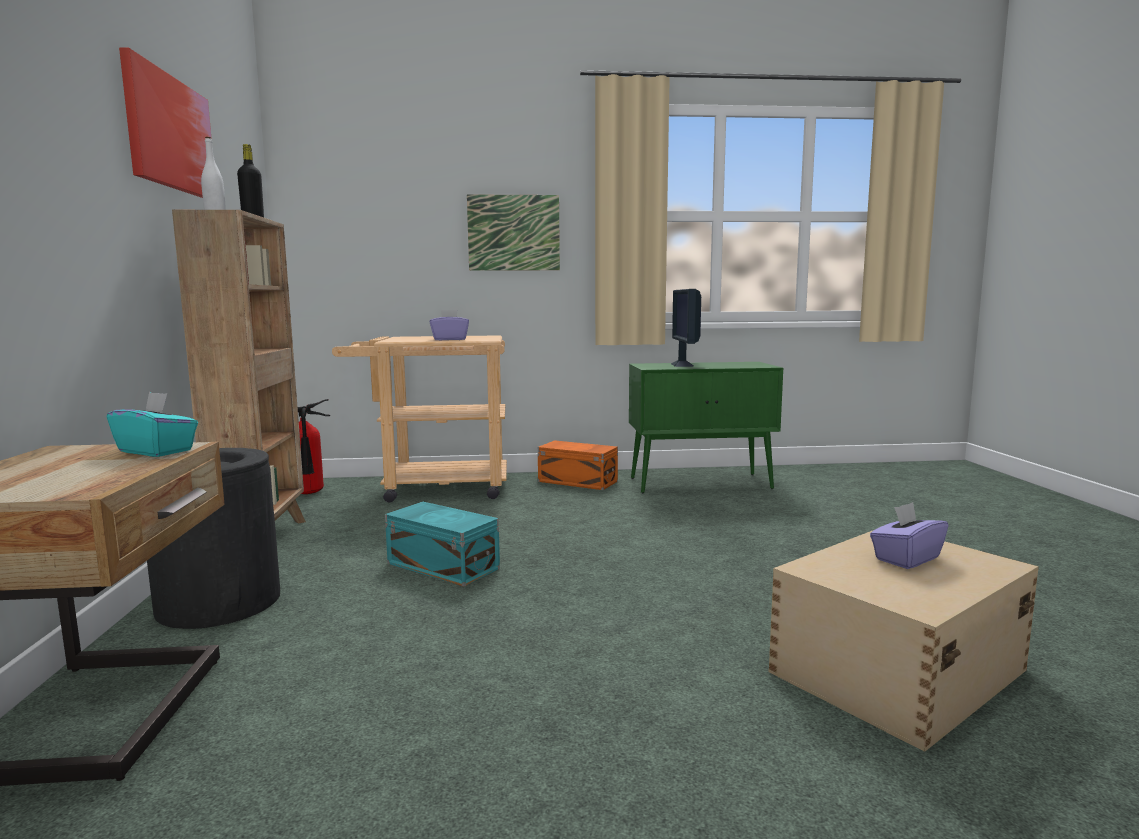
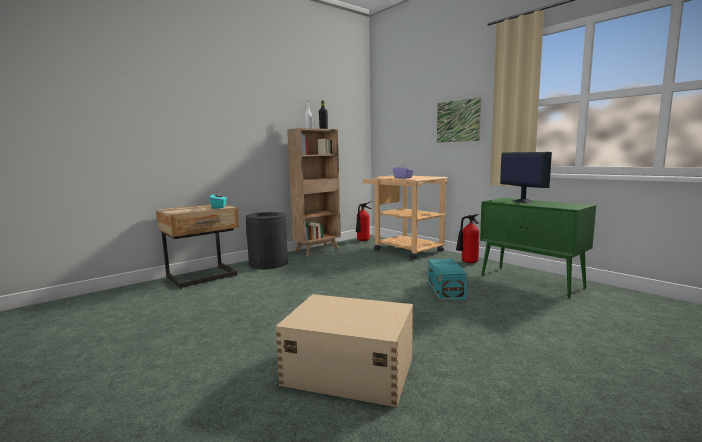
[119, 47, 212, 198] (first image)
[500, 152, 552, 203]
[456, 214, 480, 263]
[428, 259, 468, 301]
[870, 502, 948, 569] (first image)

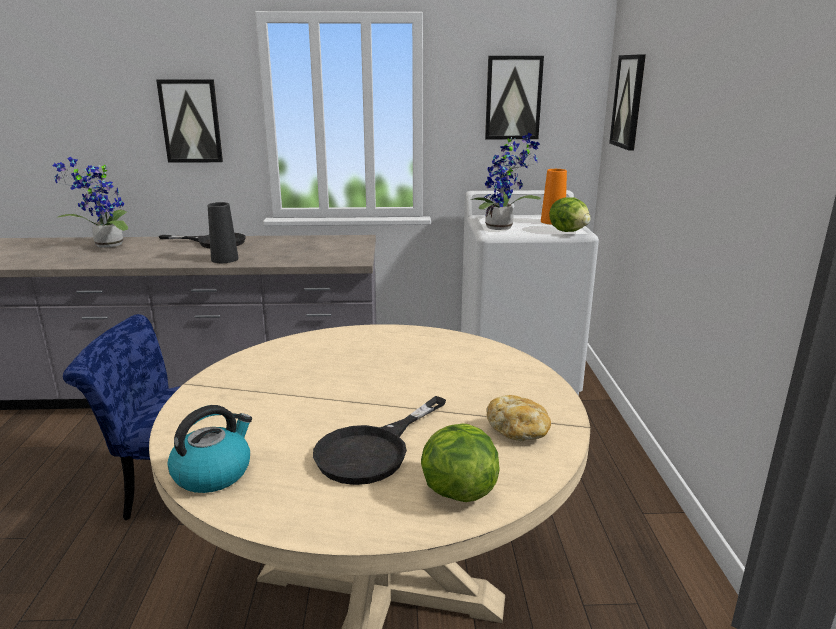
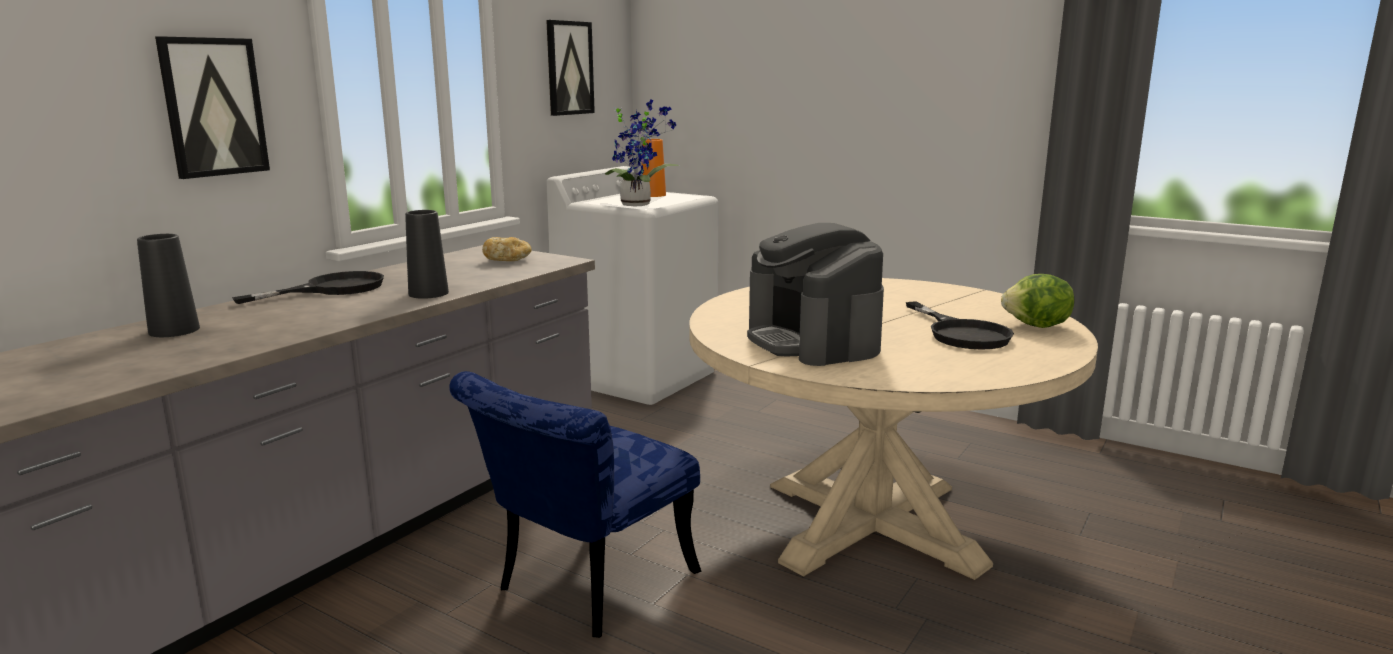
[609, 54, 646, 150] (first image)
[137, 234, 200, 337]
[549, 197, 591, 232] (first image)
[482, 237, 532, 261]
[168, 405, 252, 493] (first image)
[747, 223, 884, 366]

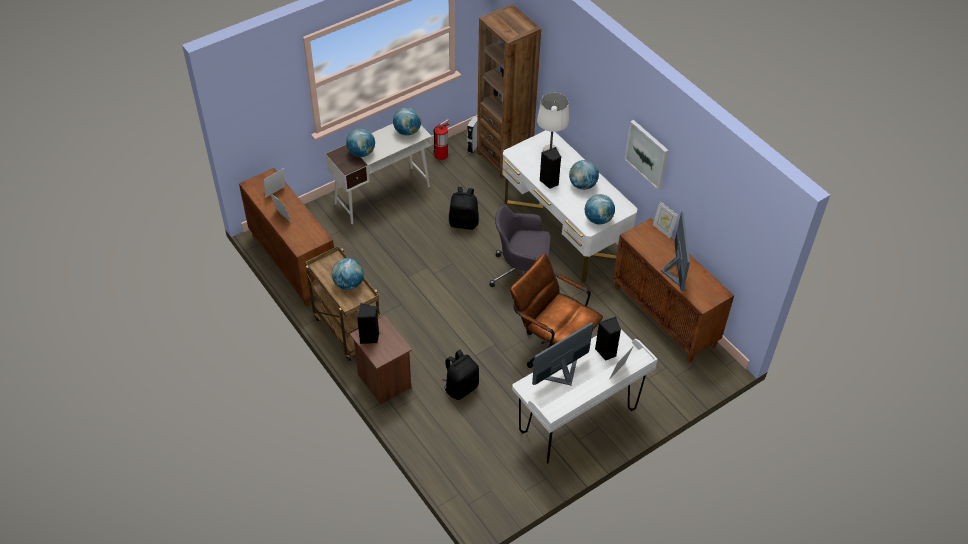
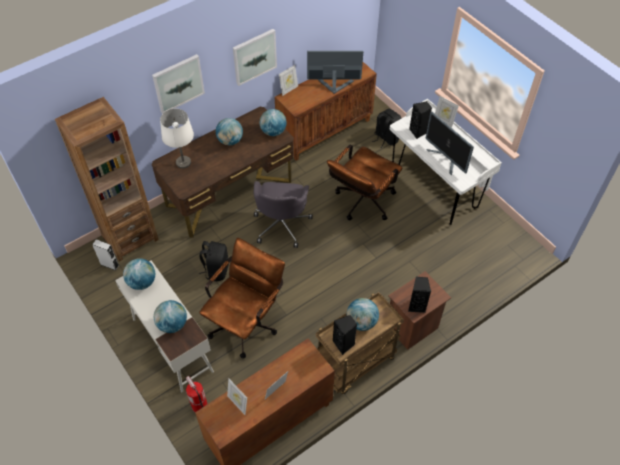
[186, 376, 207, 412]
[152, 107, 294, 238]
[333, 315, 357, 355]
[372, 109, 401, 148]
[152, 54, 205, 114]
[199, 238, 285, 359]

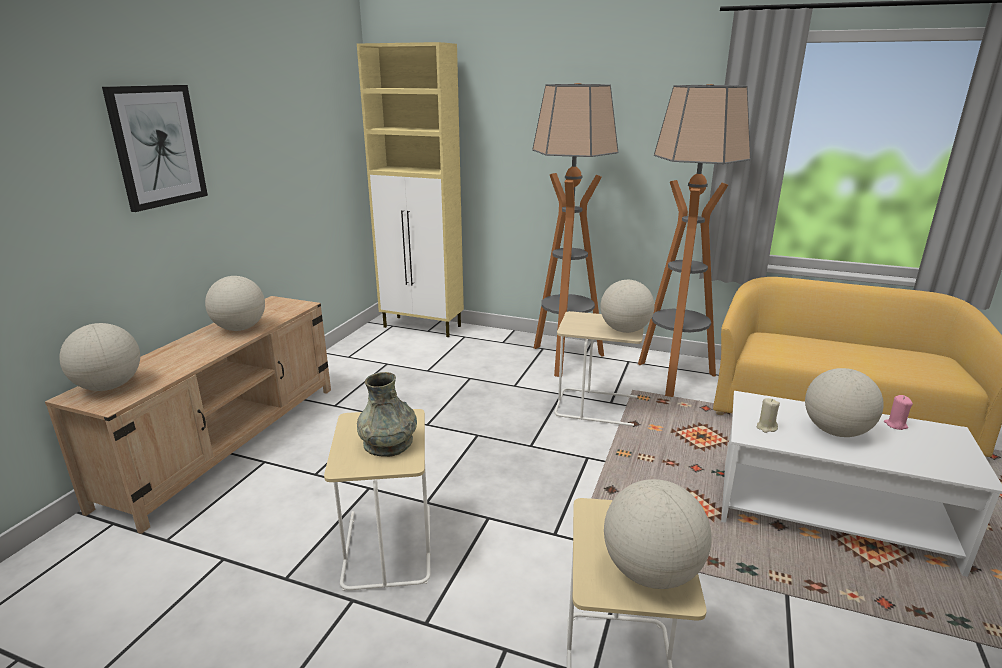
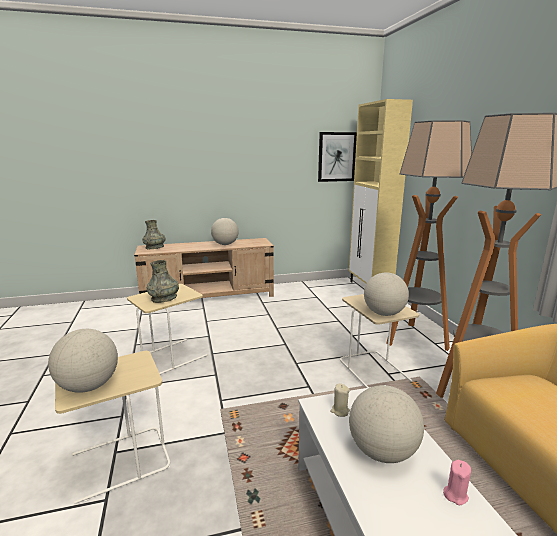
[318, 132, 357, 182]
[142, 220, 165, 249]

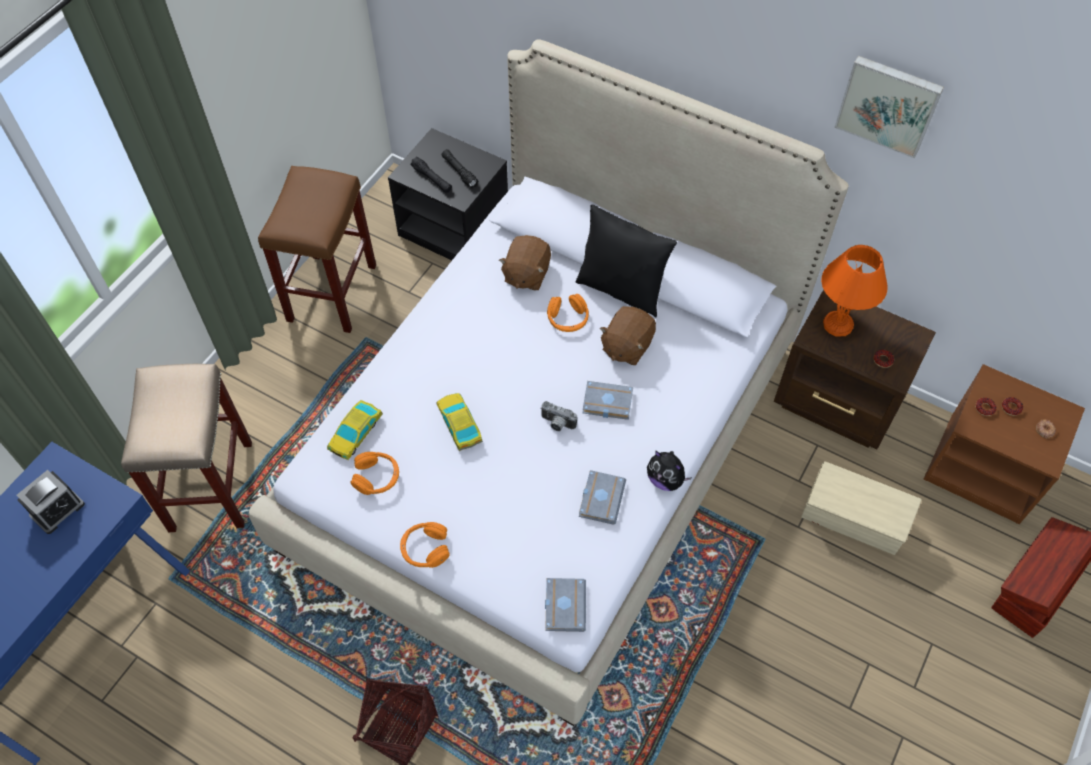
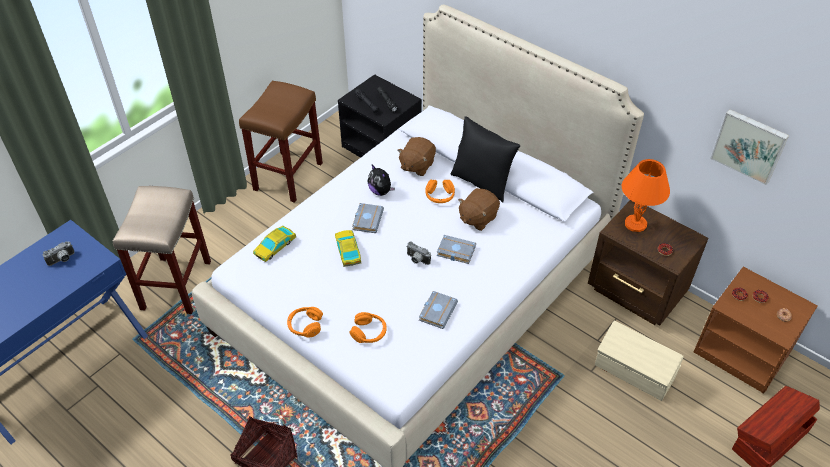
[710, 109, 789, 185]
[368, 165, 395, 196]
[350, 312, 387, 343]
[43, 241, 75, 266]
[352, 203, 384, 233]

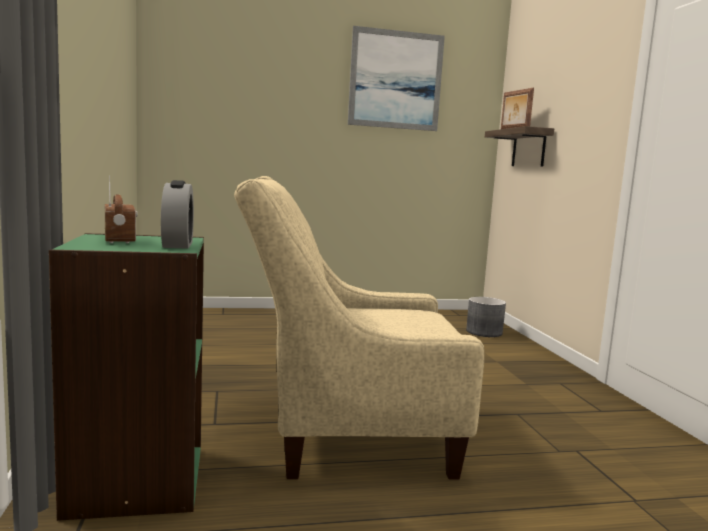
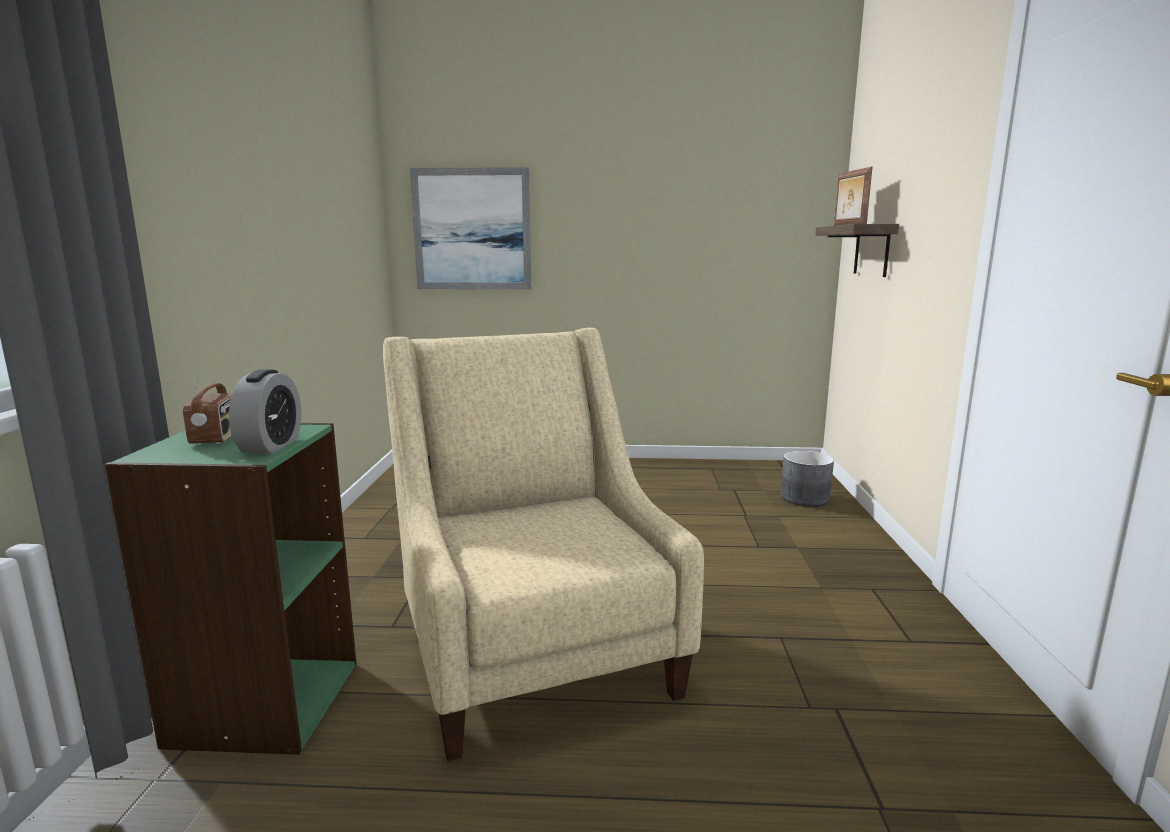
[410, 167, 531, 290]
[383, 328, 704, 761]

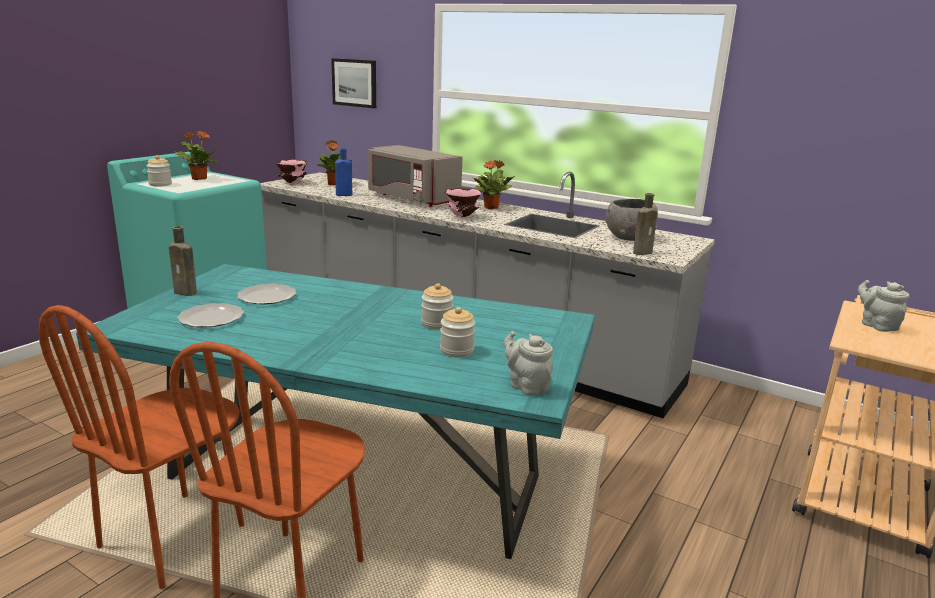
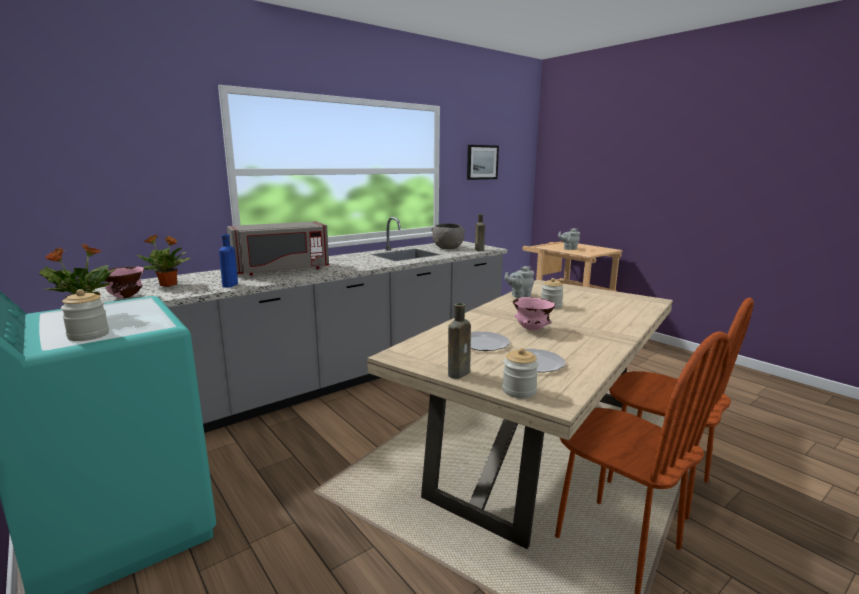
[467, 145, 499, 180]
[473, 160, 515, 209] (first image)
[513, 297, 556, 331]
[367, 280, 673, 549]
[502, 348, 539, 398]
[505, 266, 534, 298]

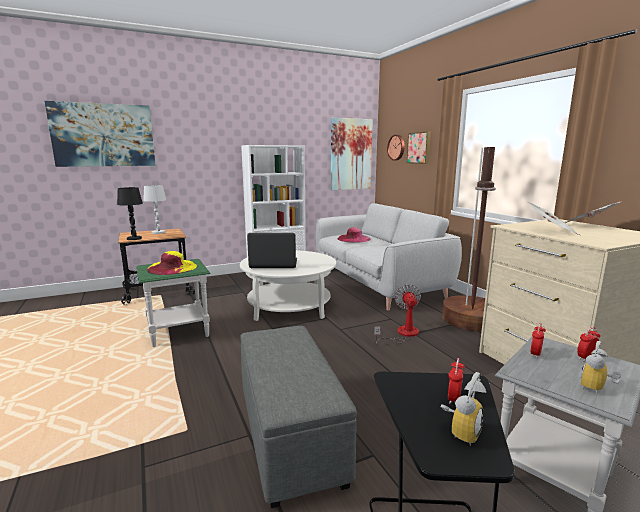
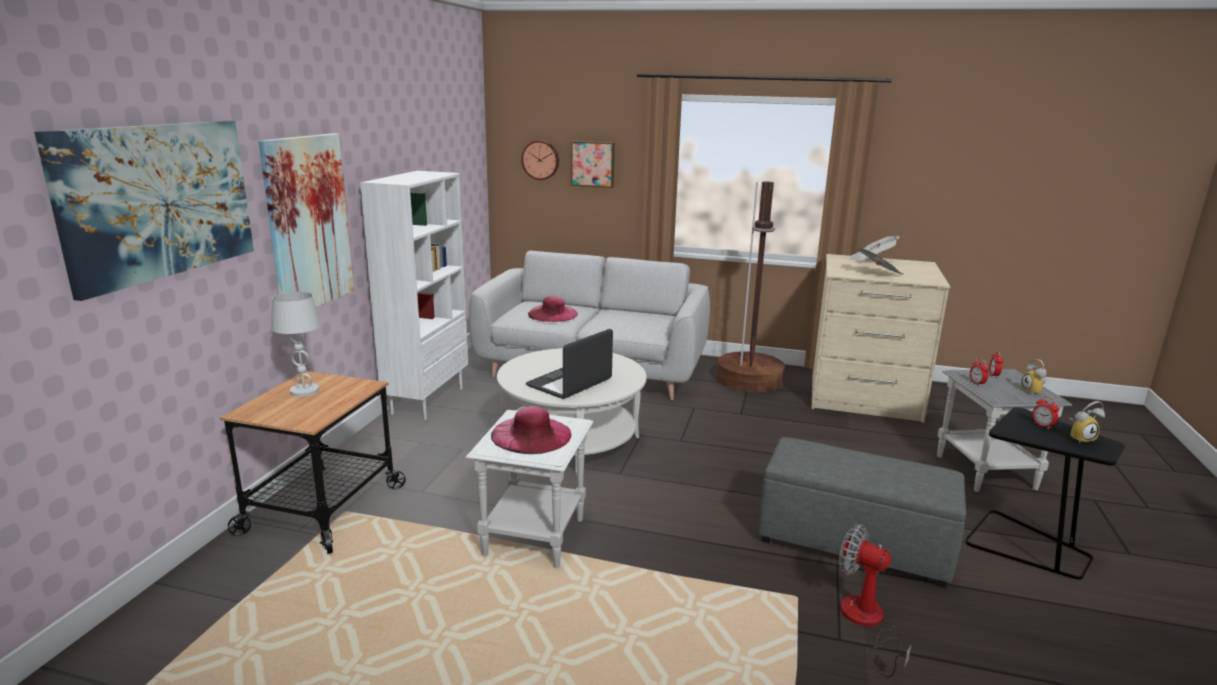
[259, 133, 354, 307]
[117, 187, 143, 240] (first image)
[491, 406, 572, 454]
[466, 410, 593, 568]
[839, 524, 911, 677]
[1069, 401, 1105, 444]

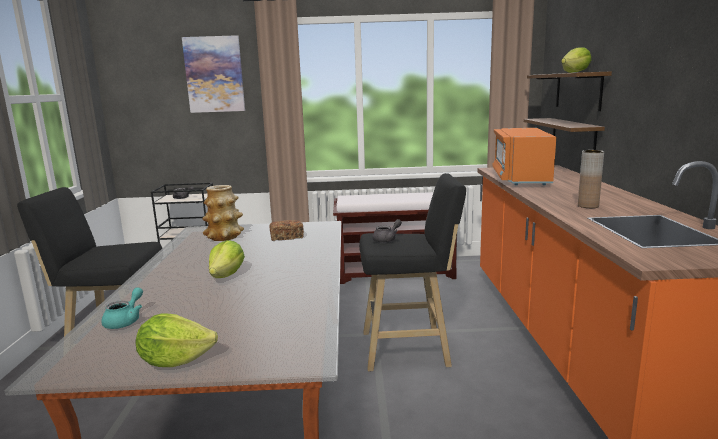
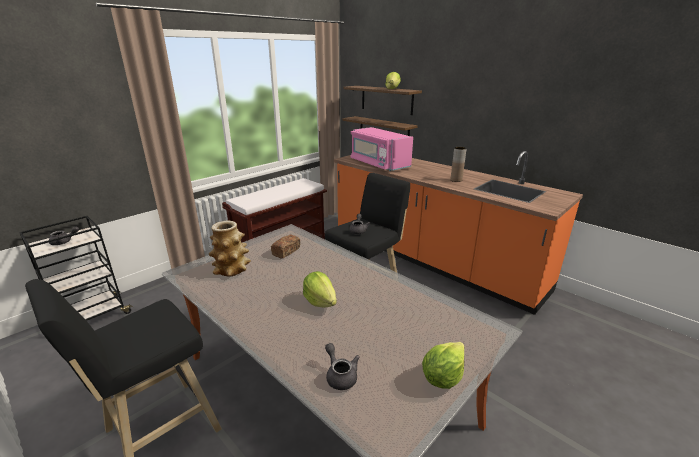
[182, 35, 245, 113] (first image)
[351, 127, 413, 171]
[325, 343, 360, 390]

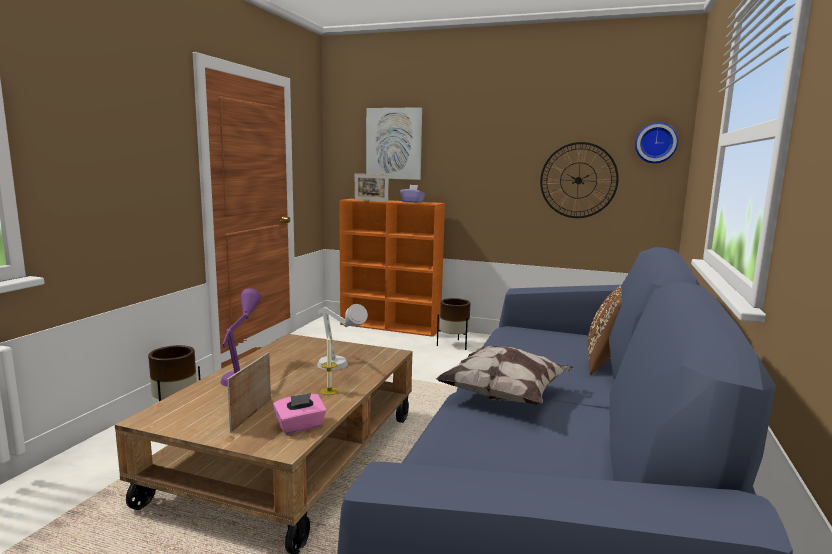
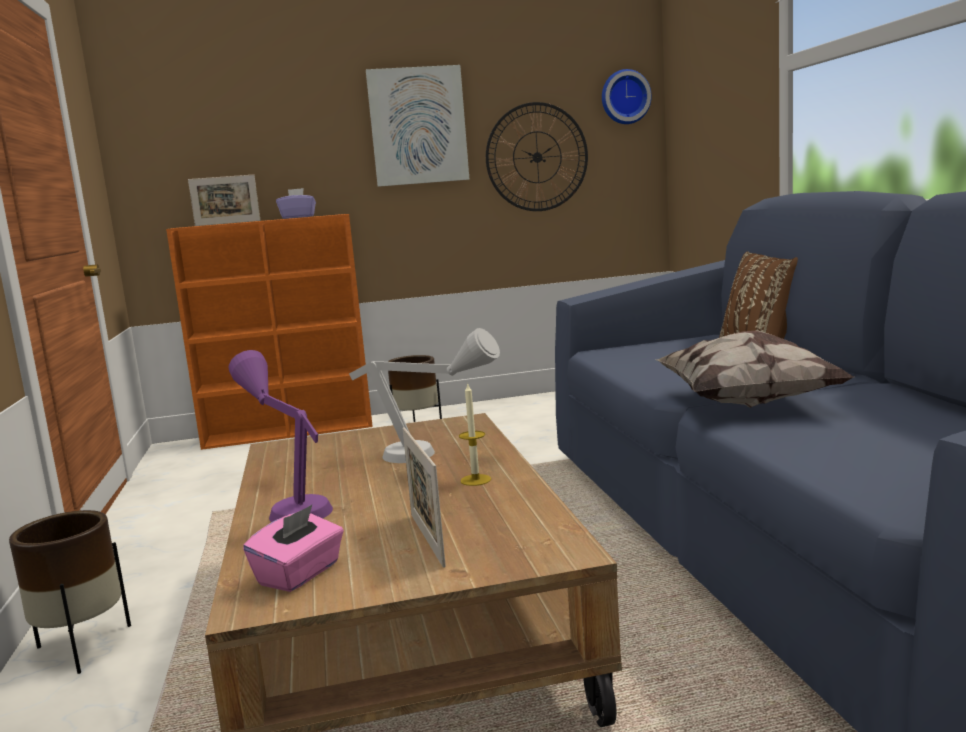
[366, 65, 469, 187]
[243, 505, 344, 592]

